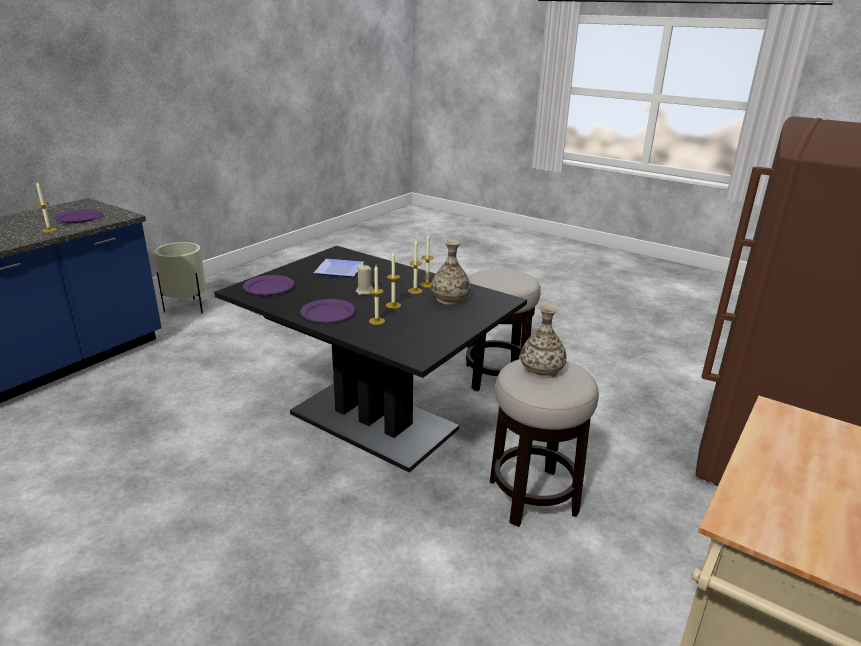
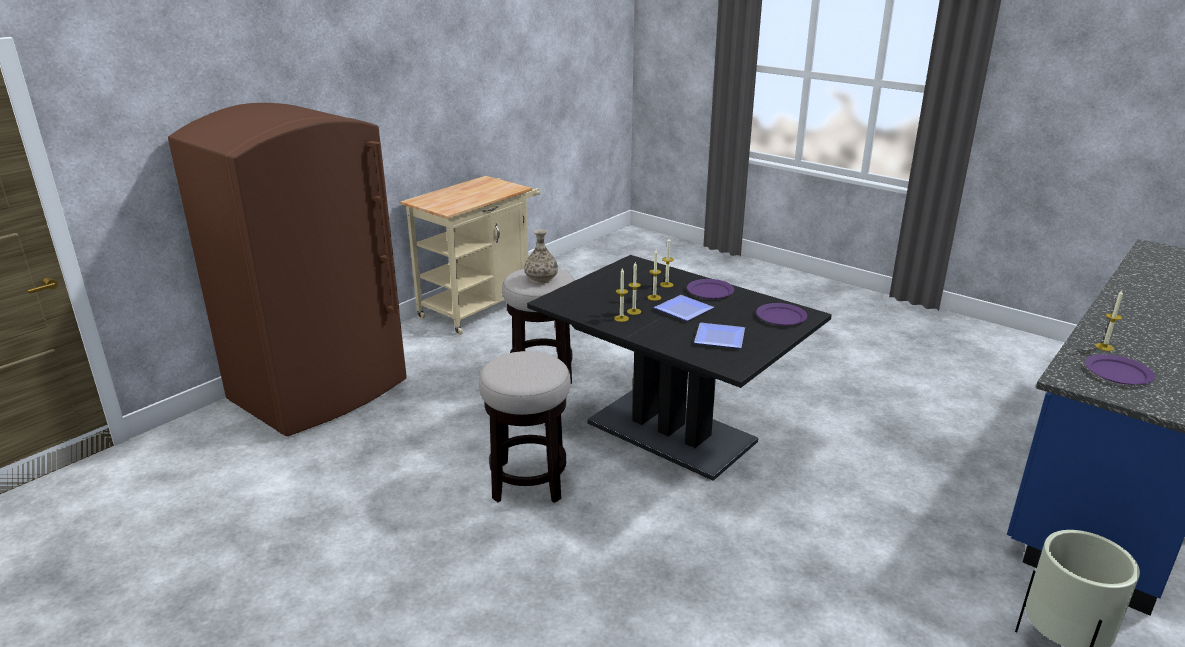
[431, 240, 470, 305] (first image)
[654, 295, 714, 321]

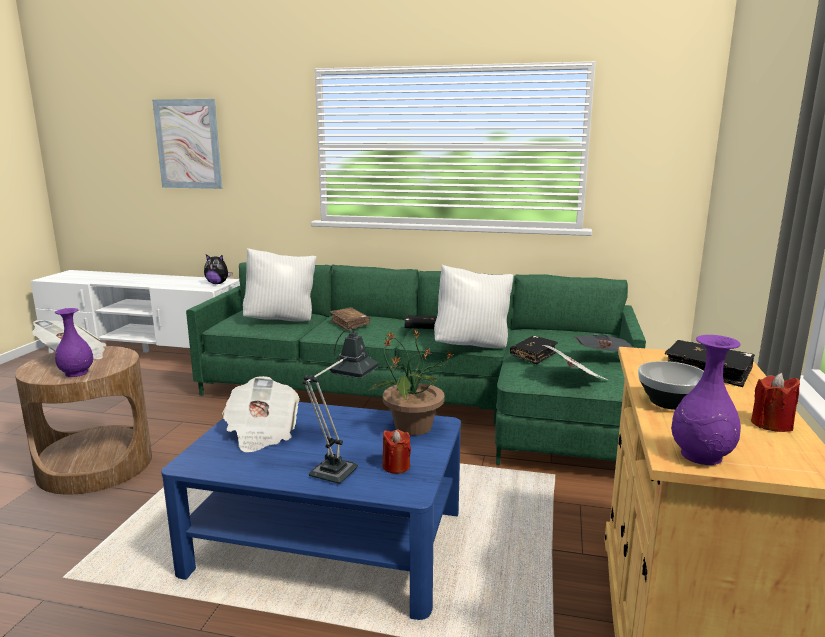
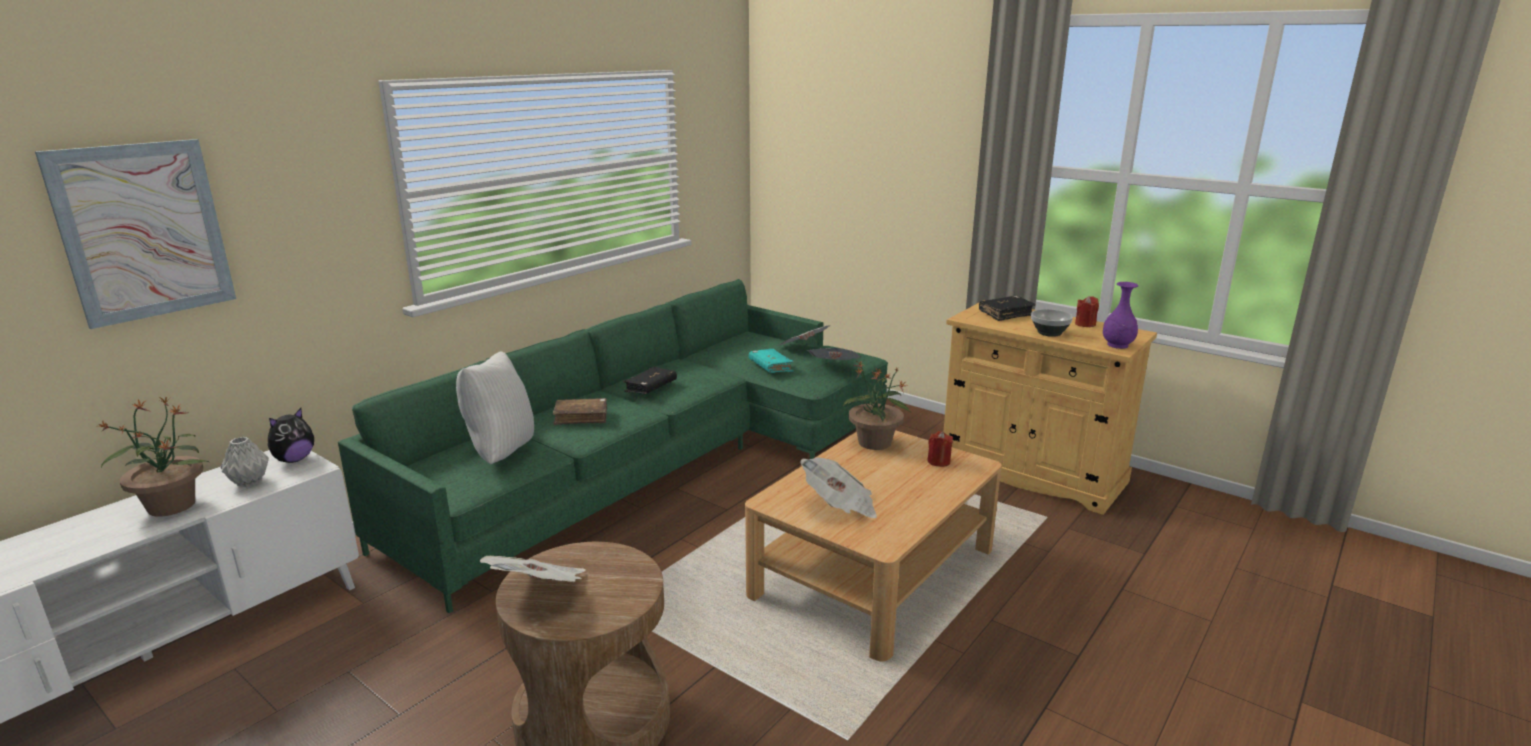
[434, 265, 514, 348] (first image)
[55, 308, 93, 377] (first image)
[302, 327, 379, 484] (first image)
[749, 349, 794, 373]
[745, 430, 1002, 661]
[98, 397, 209, 517]
[220, 437, 269, 487]

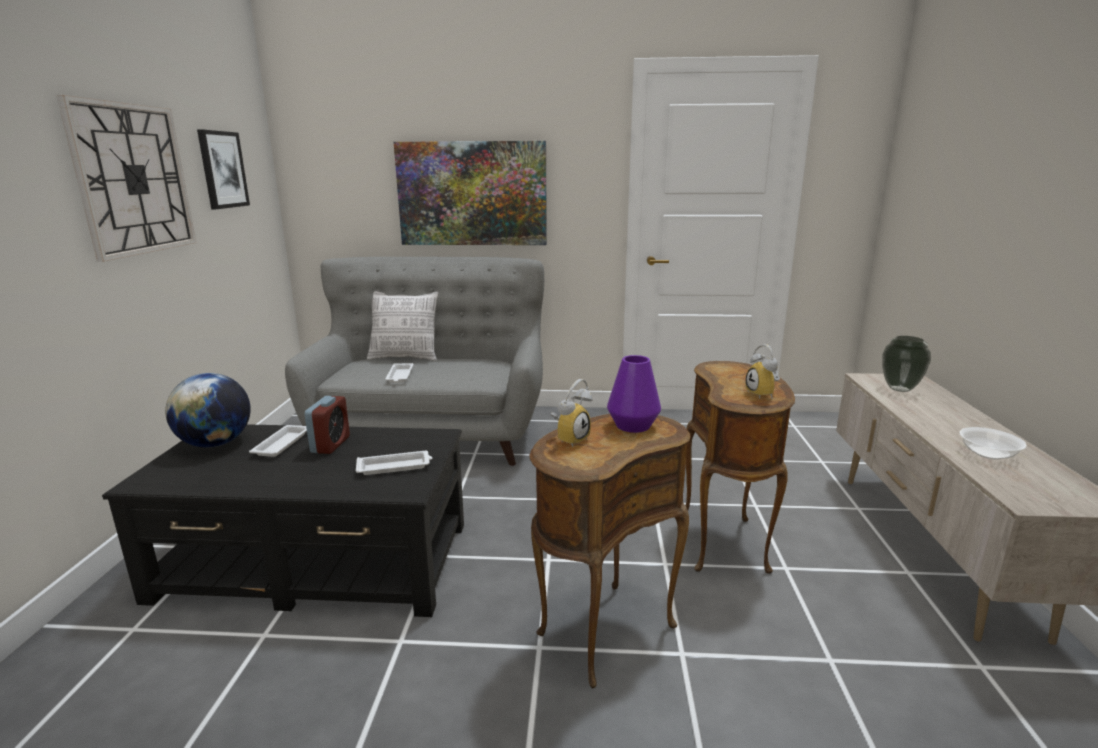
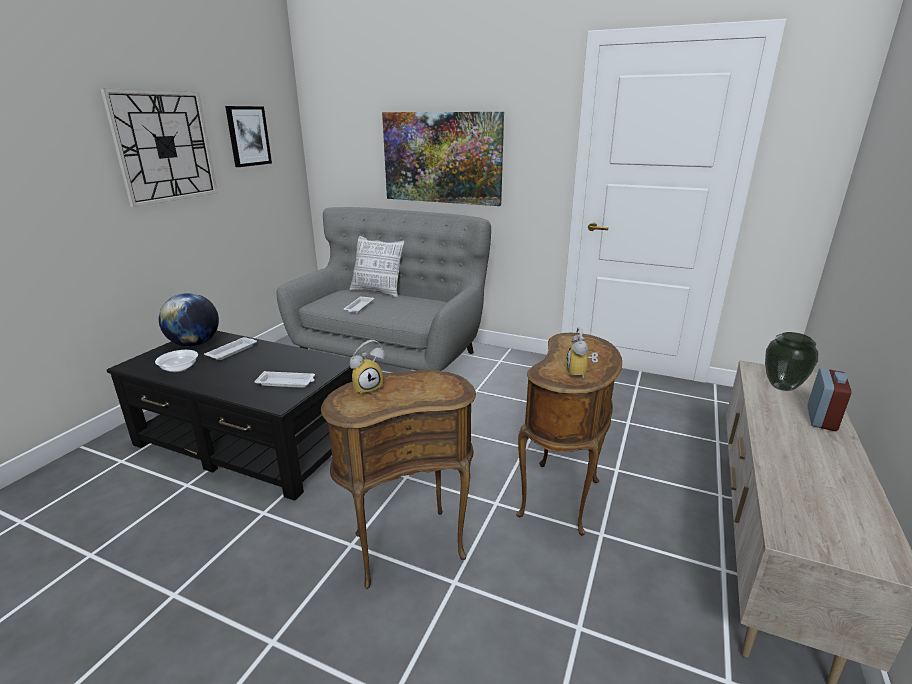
[607, 355, 661, 433] (first image)
[807, 368, 852, 431]
[155, 350, 198, 372]

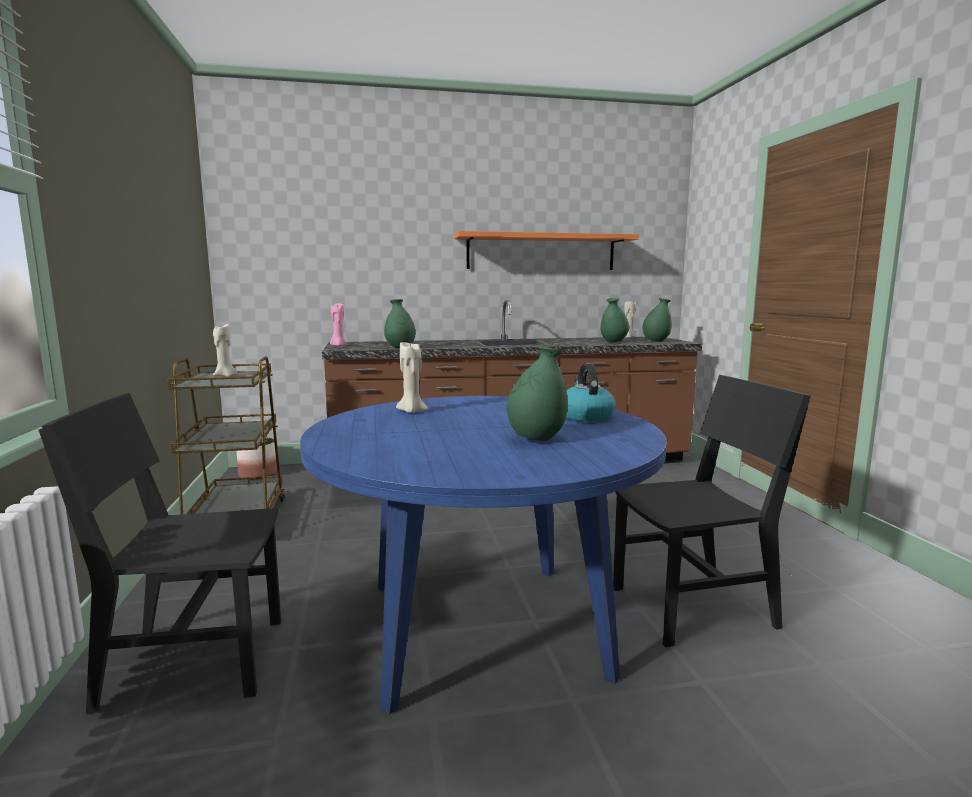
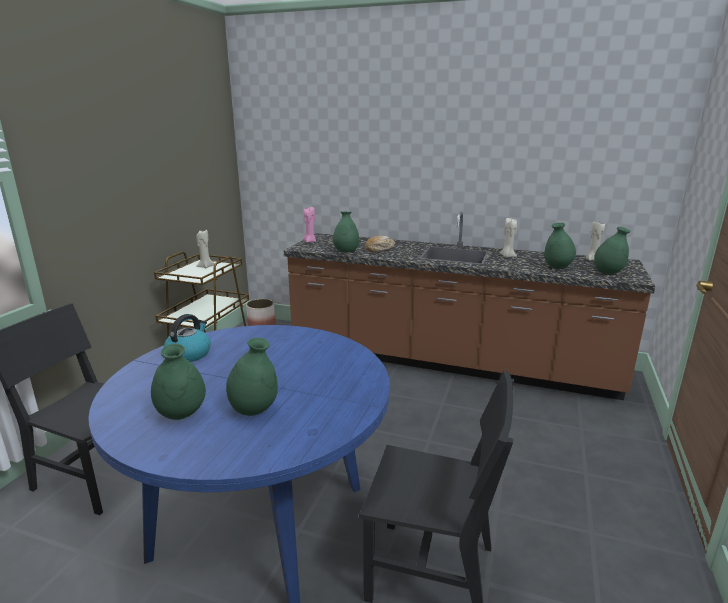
[454, 231, 639, 270] (first image)
[500, 218, 517, 258]
[164, 314, 211, 362]
[365, 236, 395, 252]
[151, 344, 206, 420]

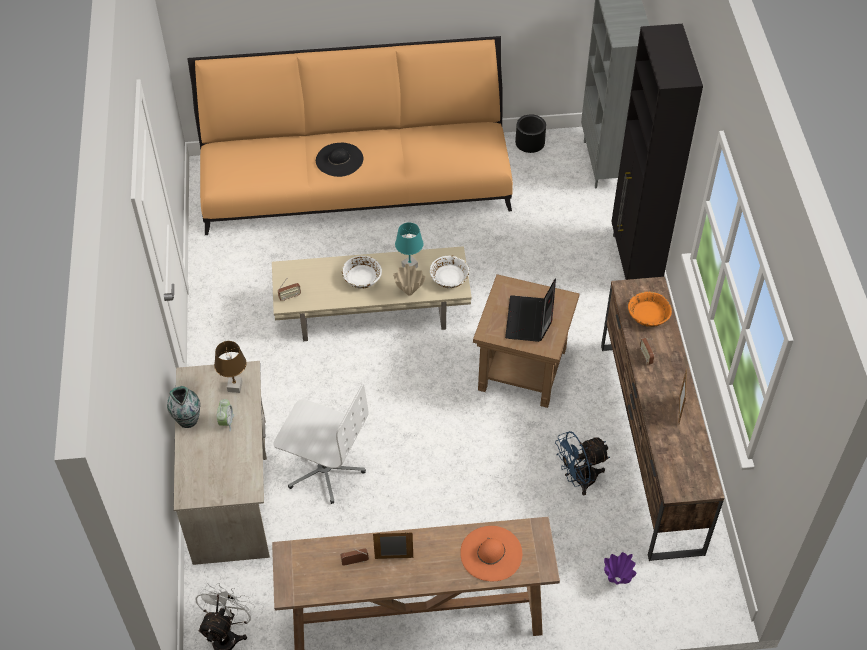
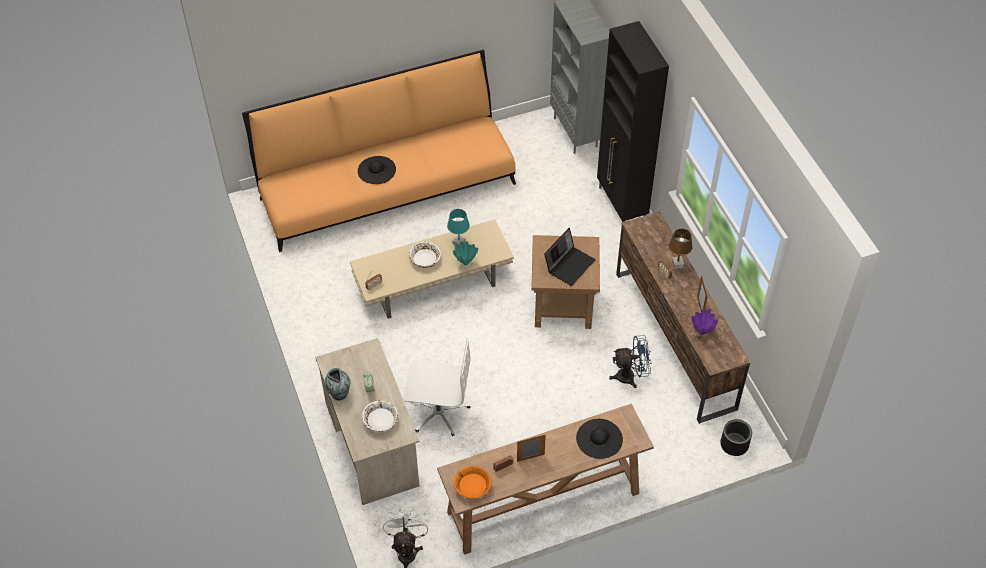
[720, 419, 752, 456]
[362, 400, 398, 432]
[453, 241, 478, 266]
[544, 228, 595, 286]
[454, 466, 492, 499]
[669, 229, 693, 269]
[609, 335, 651, 388]
[576, 419, 623, 459]
[691, 309, 718, 335]

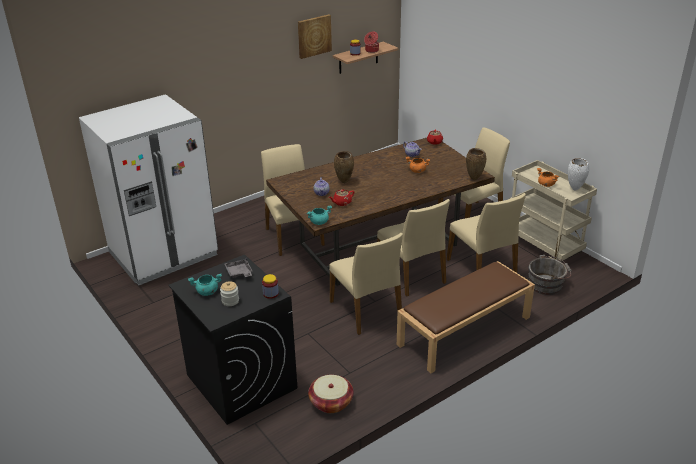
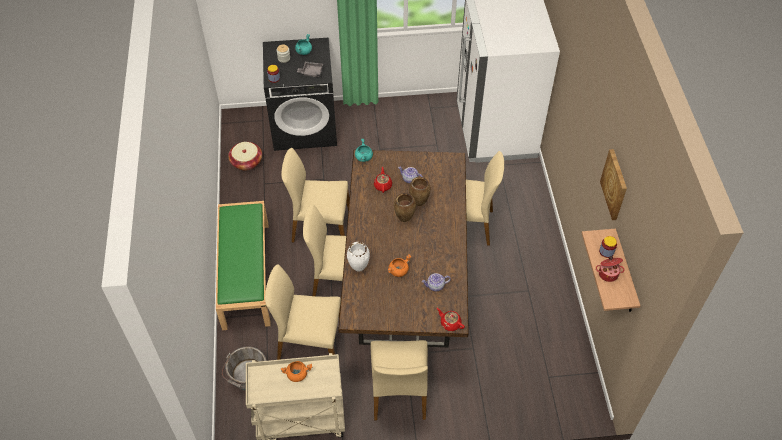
[394, 193, 416, 222]
[347, 242, 370, 272]
[216, 201, 271, 330]

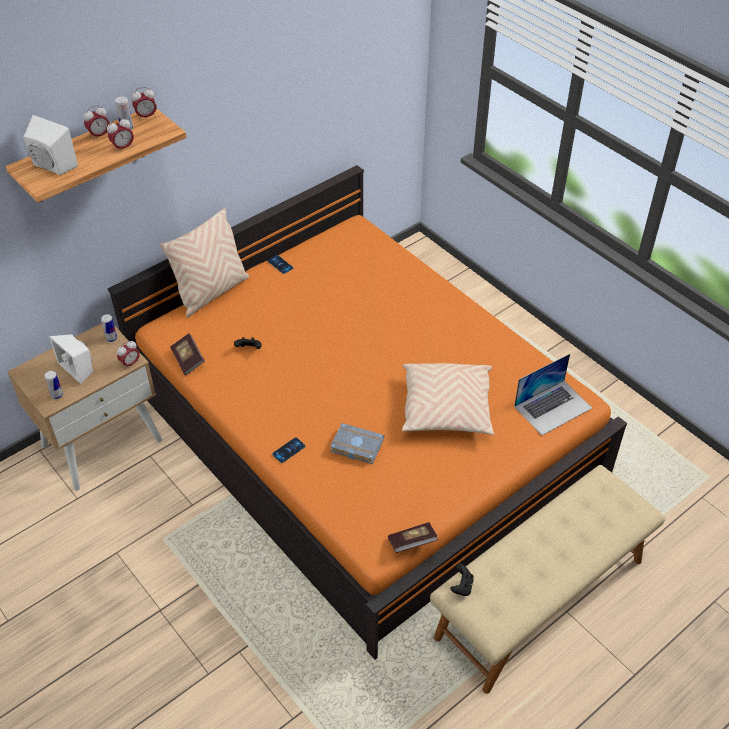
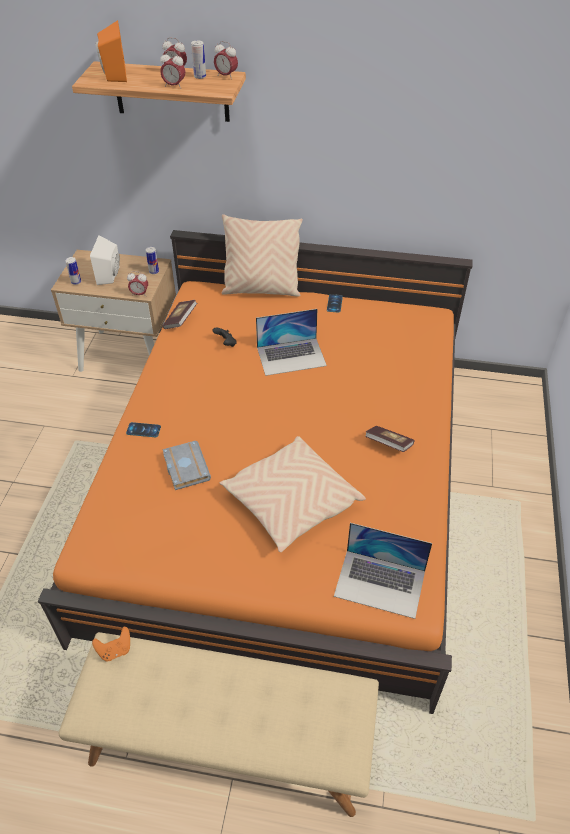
[95, 20, 127, 82]
[365, 426, 415, 452]
[92, 627, 130, 661]
[256, 309, 327, 376]

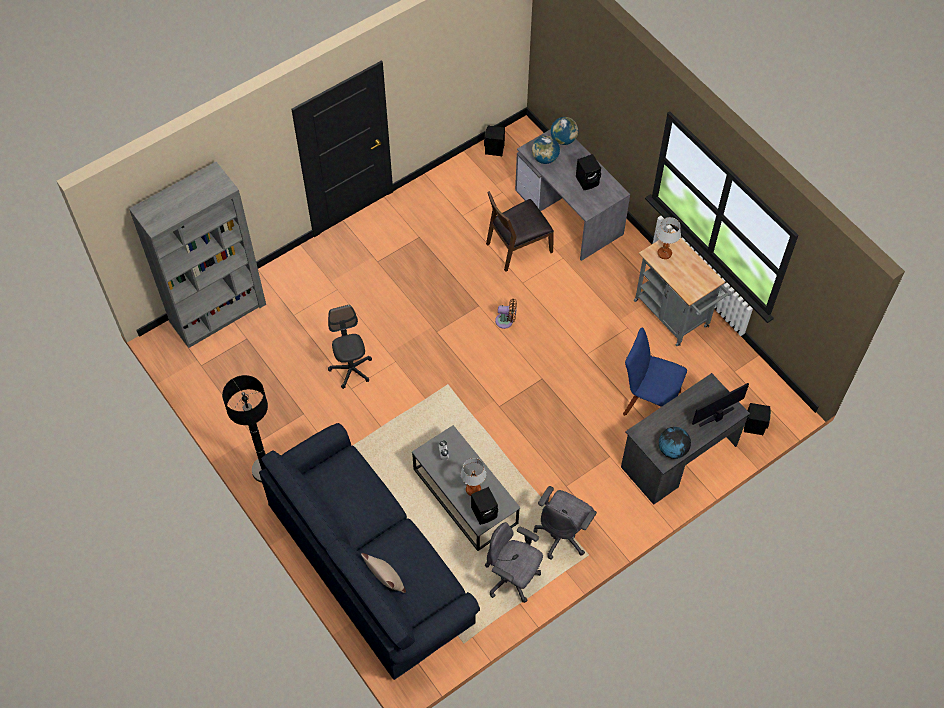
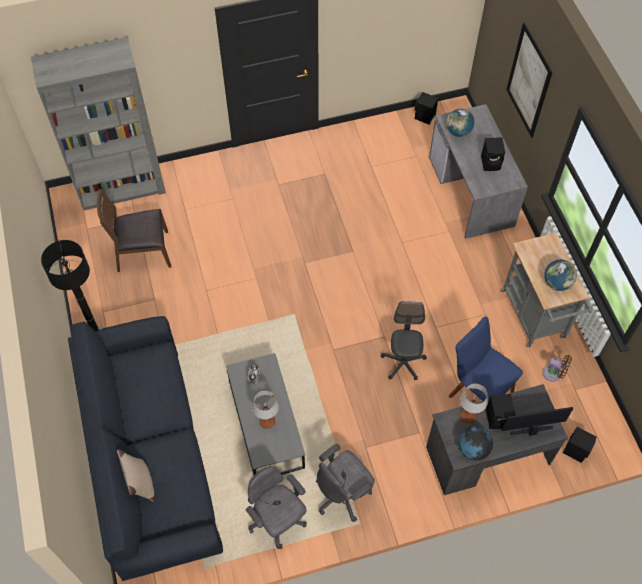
[544, 260, 577, 291]
[97, 189, 171, 272]
[460, 384, 488, 423]
[543, 355, 572, 381]
[381, 301, 427, 380]
[486, 394, 515, 429]
[506, 22, 553, 138]

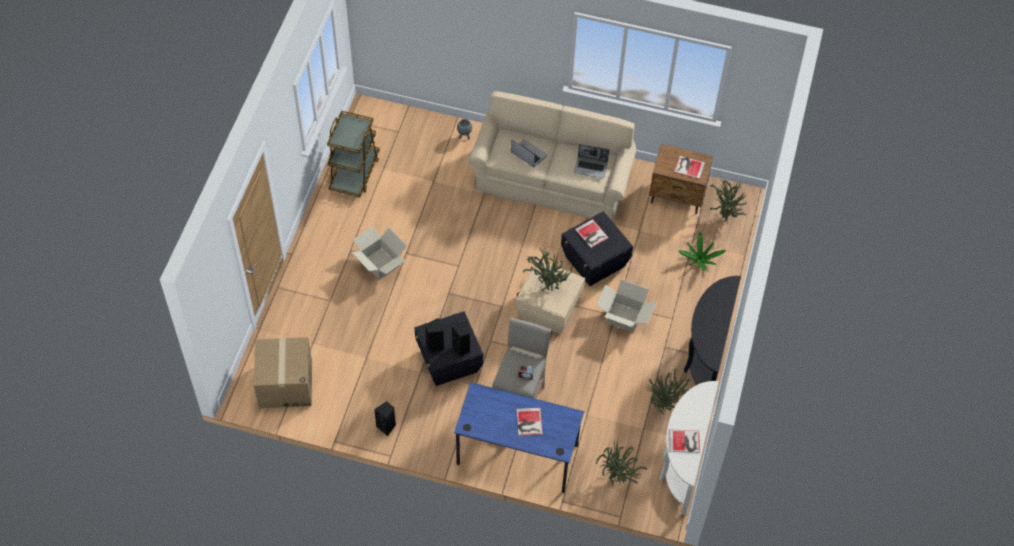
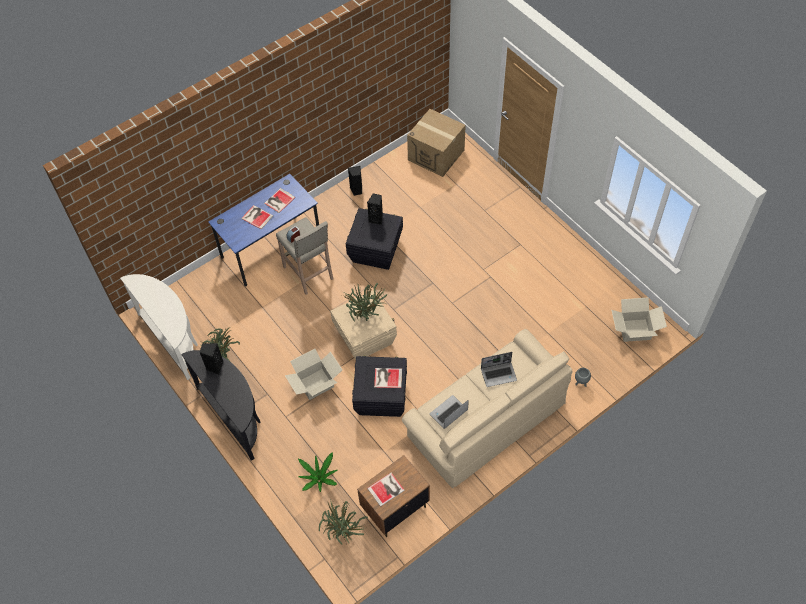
[327, 111, 379, 197] (first image)
[612, 297, 667, 342]
[200, 343, 224, 375]
[264, 188, 296, 213]
[596, 439, 647, 484] (first image)

